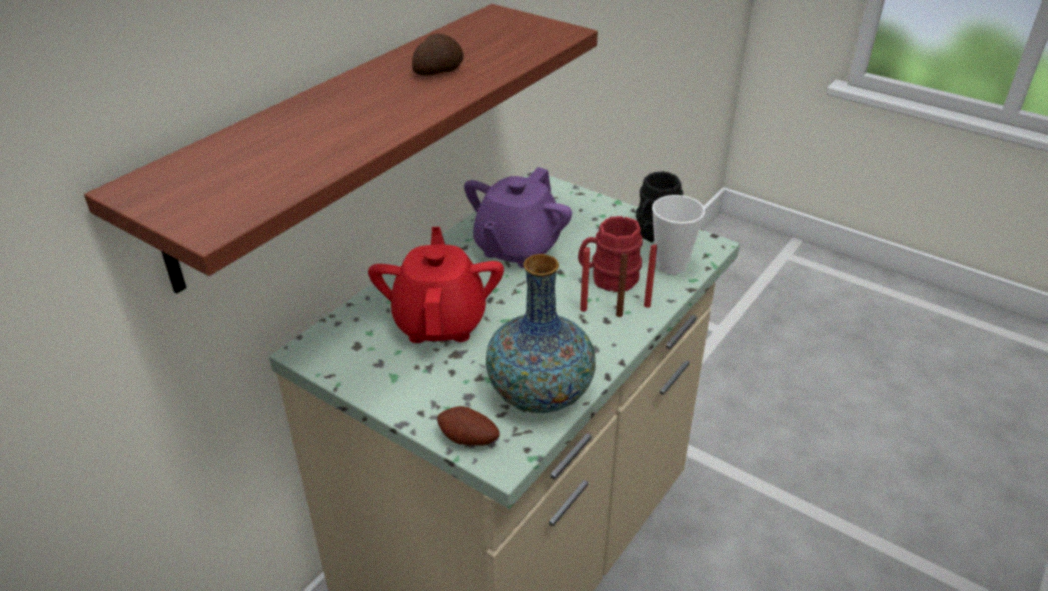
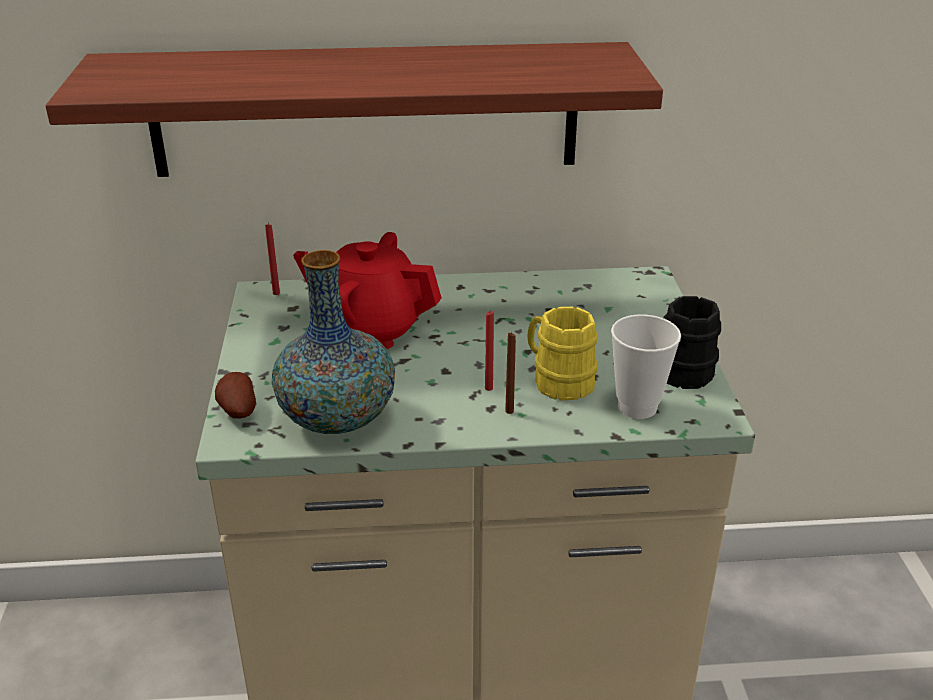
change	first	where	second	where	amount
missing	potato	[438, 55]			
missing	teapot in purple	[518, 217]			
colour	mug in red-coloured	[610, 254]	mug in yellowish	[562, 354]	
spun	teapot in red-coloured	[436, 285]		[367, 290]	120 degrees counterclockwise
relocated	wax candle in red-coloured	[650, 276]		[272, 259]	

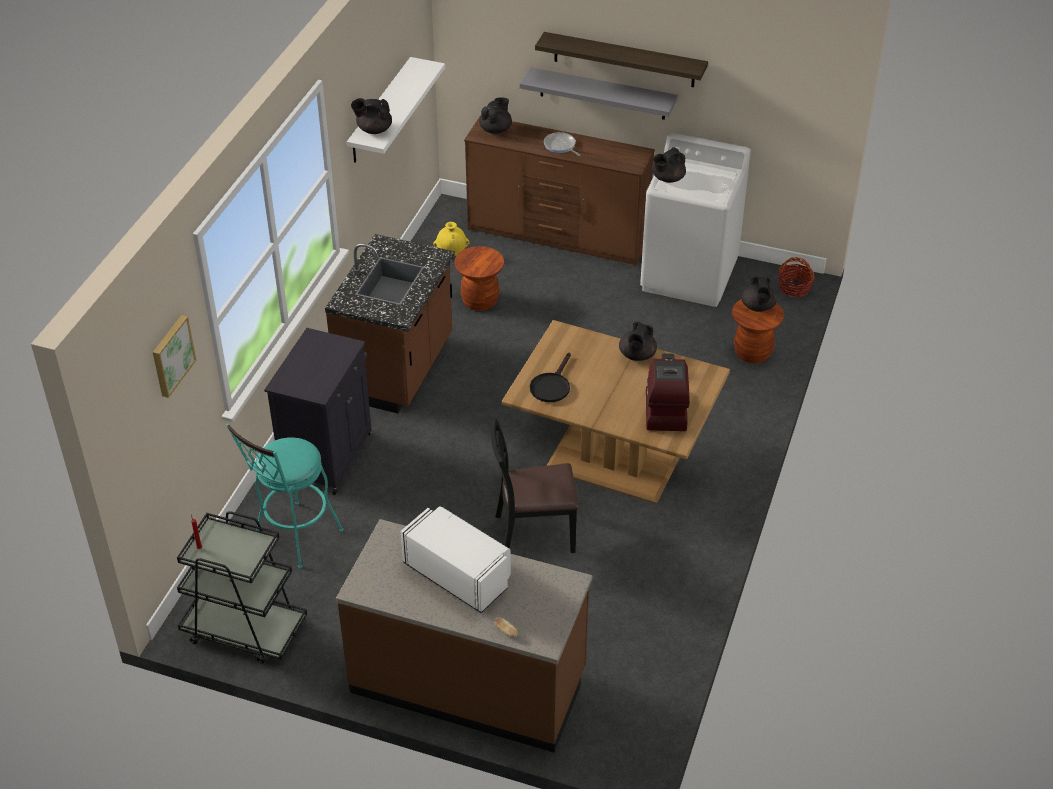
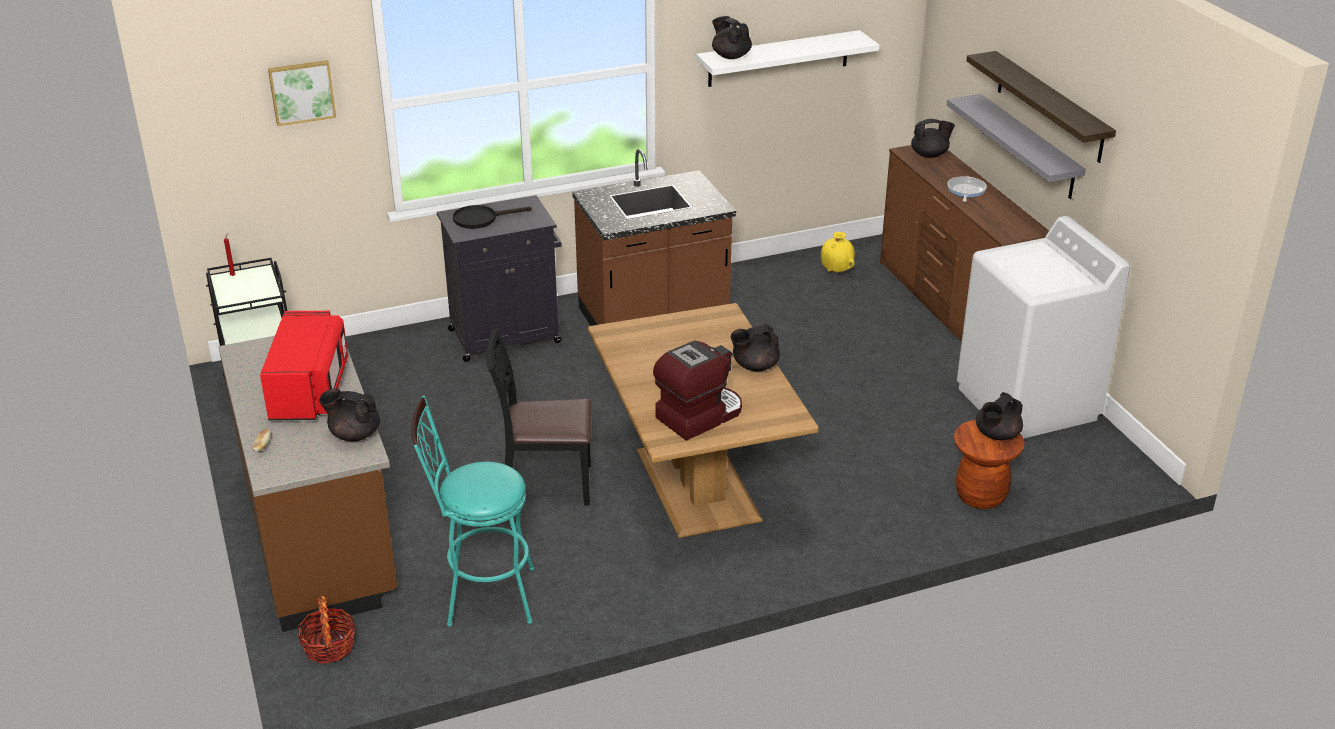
change	first	where	second	where	amount
relocated	teapot in black	[669, 165]		[349, 414]	
missing	sitting stool in brown	[479, 278]			
relocated	storage basket	[796, 277]		[326, 630]	
relocated	skillet in black	[550, 377]		[492, 217]	
spun	chair in black	[534, 485]		[538, 417]	45 degrees counterclockwise
relocated	sitting stool in turquoise	[285, 495]		[473, 511]	
colour	microwave in white-coloured	[456, 559]	microwave in red-coloured	[304, 365]	

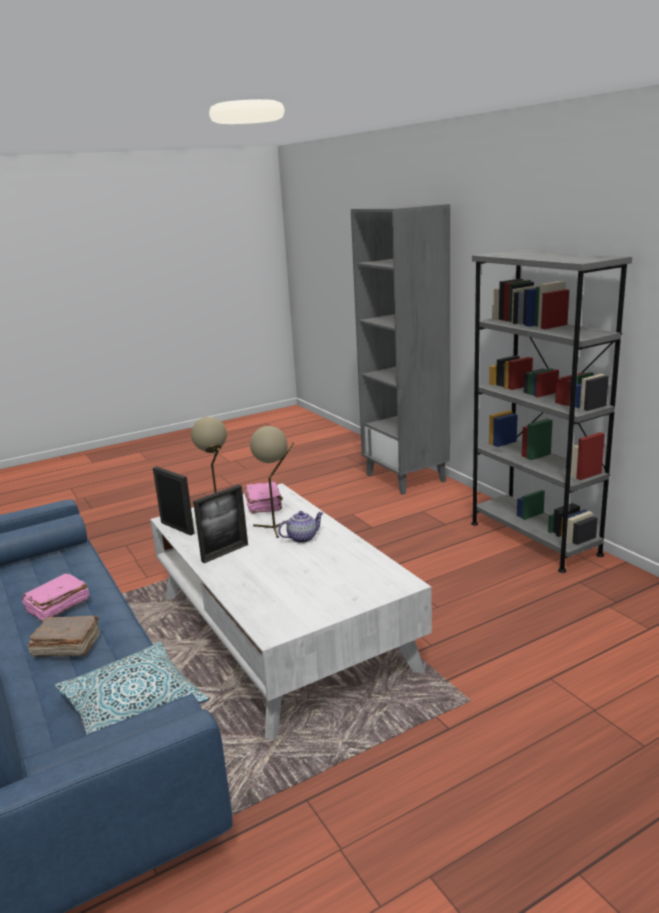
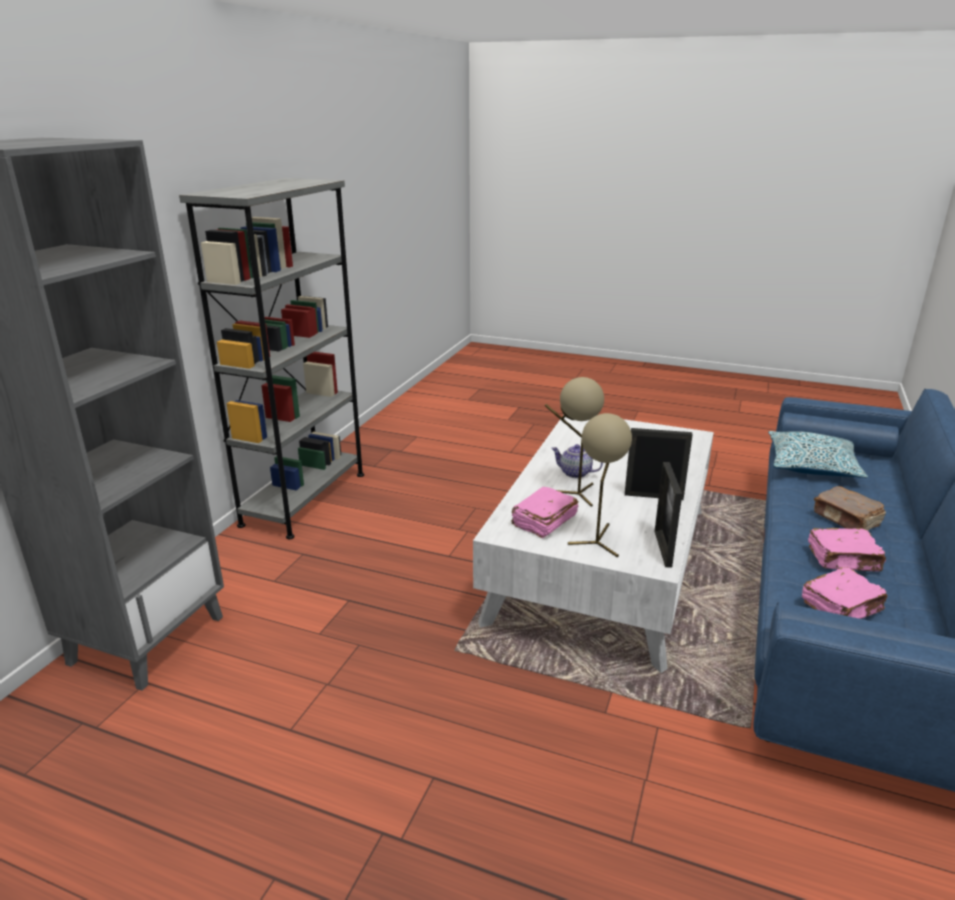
change	first	where	second	where	amount
appeared			book in pink	[844, 593]	

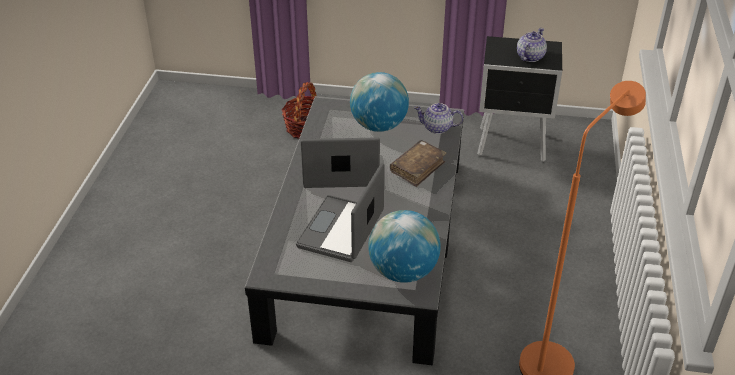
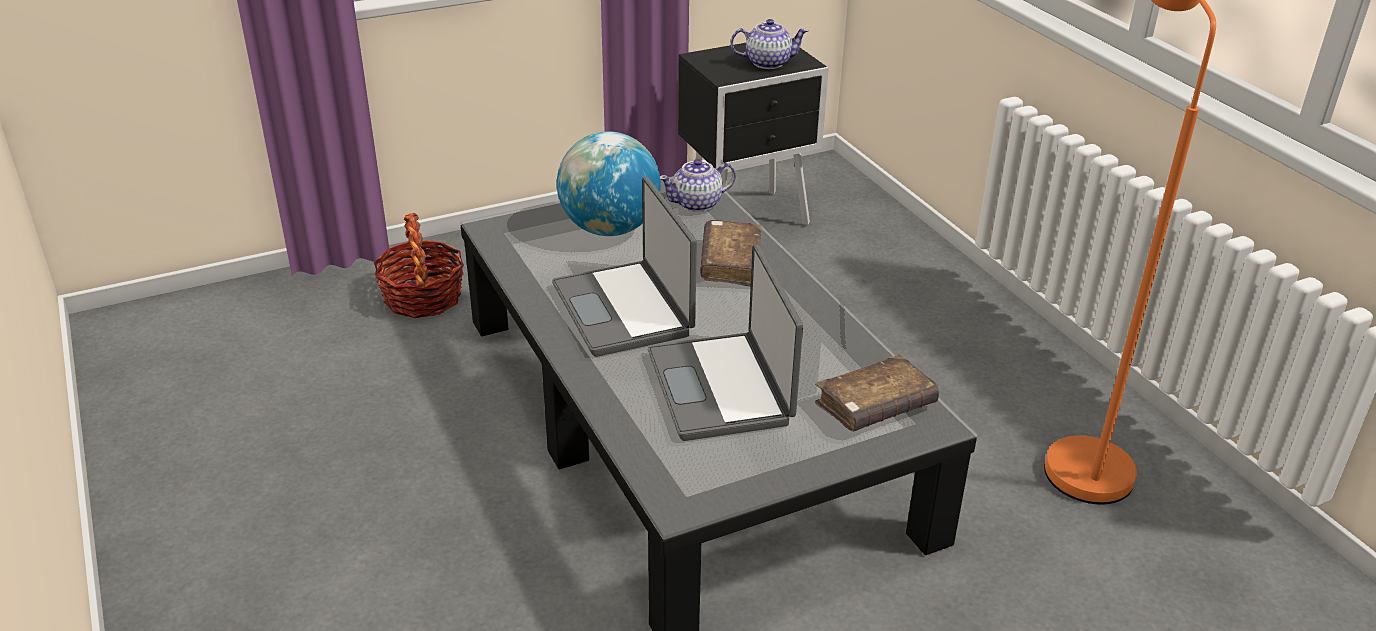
change	first	where	second	where	amount
spun	teapot	[532, 45]		[769, 44]	90 degrees clockwise
spun	portable computer	[340, 162]		[624, 267]	75 degrees counterclockwise
exchanged	globe	[404, 246]	book in brown	[877, 392]	

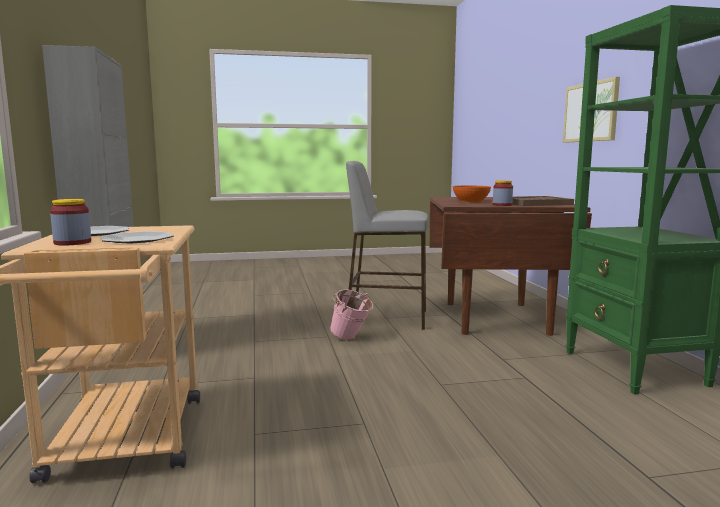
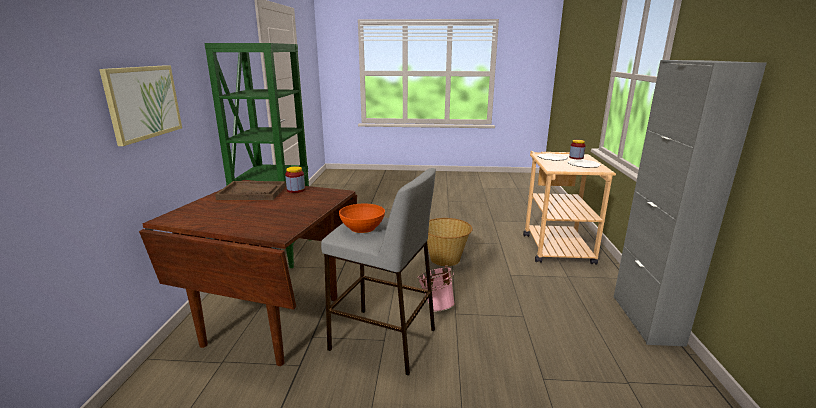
change	first	where	second	where	amount
relocated	serving bowl in orange-coloured	[472, 194]		[362, 218]	
appeared			storage basket	[449, 242]	

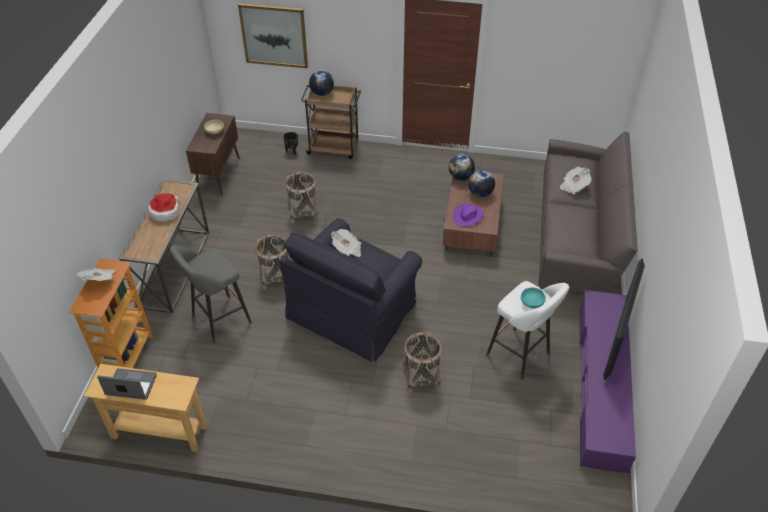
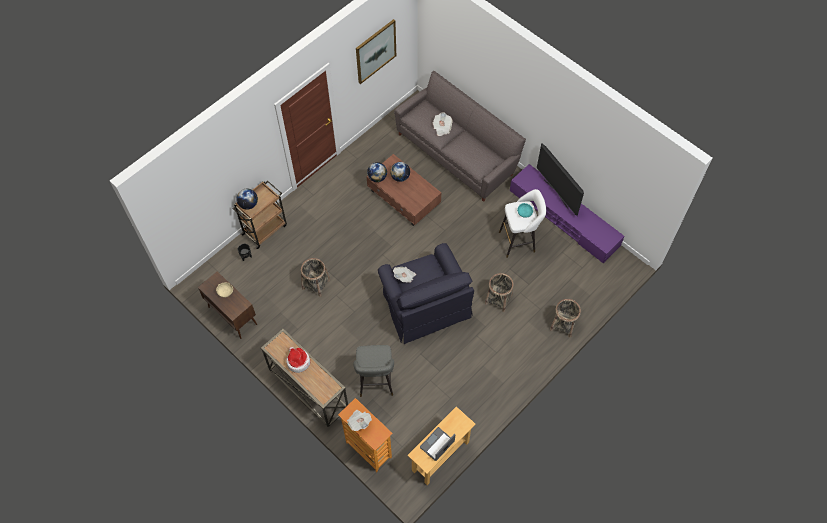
change	first	where	second	where	amount
relocated	wall art	[273, 35]		[376, 51]	
missing	clothing hat in purple	[468, 215]			
relocated	storage basket	[271, 262]		[565, 318]	

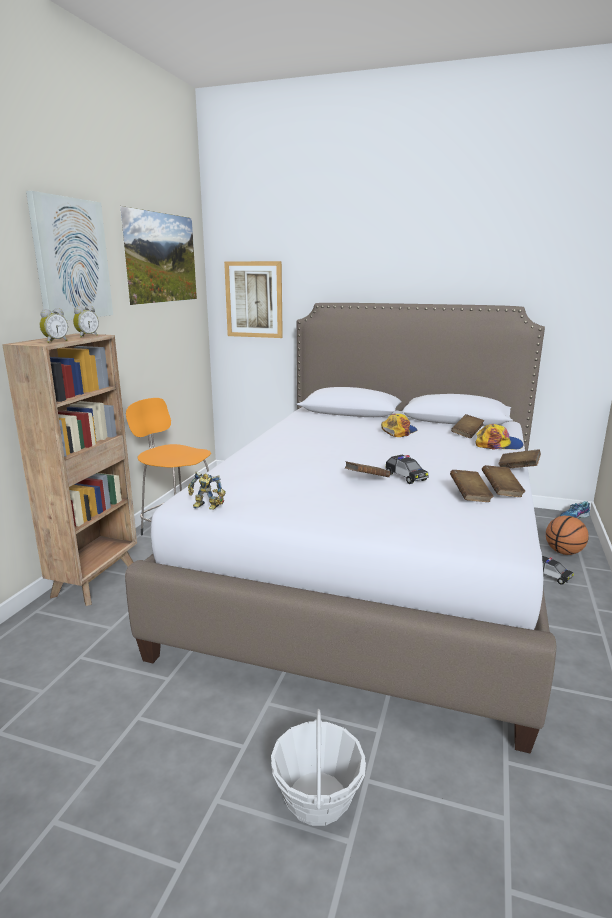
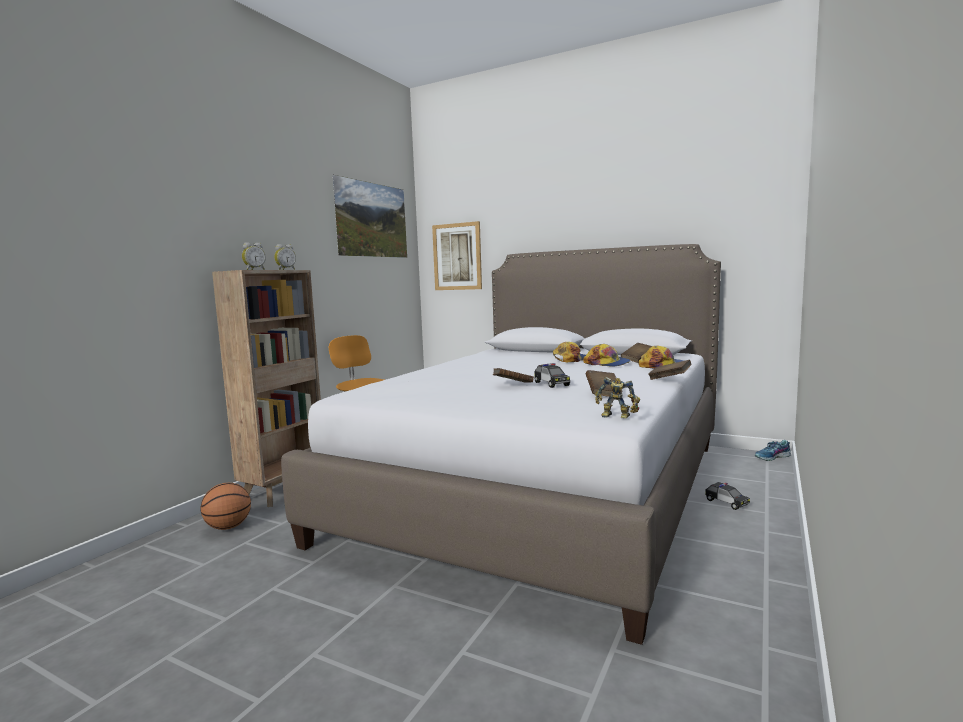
change	first	where	second	where	amount
missing	wall art	[69, 255]			
missing	book in brown	[503, 481]			
relocated	robot figure	[207, 490]		[617, 398]	
relocated	basketball ball	[567, 535]		[226, 506]	
missing	storage basket	[318, 767]			
appeared			baseball cap	[607, 355]	

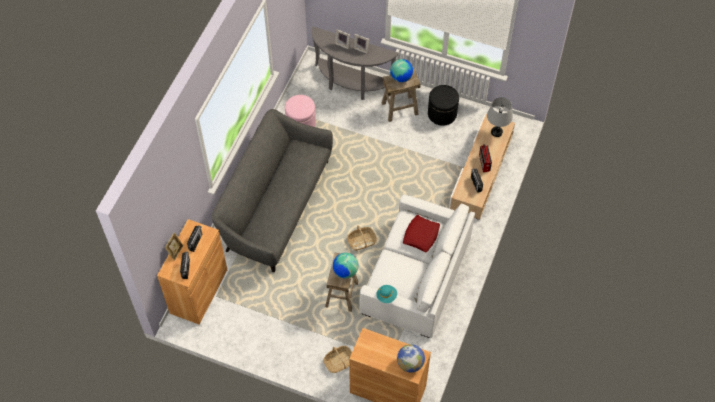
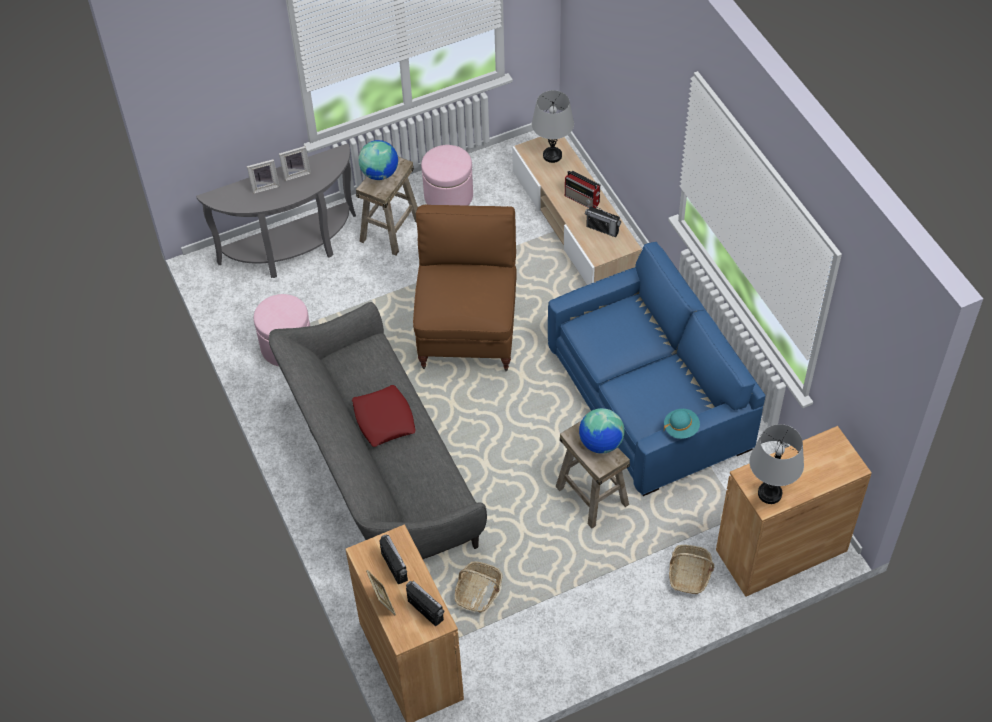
change	first	where	second	where	amount
colour	footrest in black	[443, 105]	footrest in pink	[447, 175]	
colour	sofa in white-coloured	[417, 266]	sofa in bluish	[657, 369]	
relocated	throw pillow in red-coloured	[421, 233]		[384, 416]	
relocated	storage basket	[362, 238]		[478, 587]	
missing	globe	[411, 358]			
appeared			easy chair in brown	[465, 288]	
appeared			lamp for a table in greyish	[776, 464]	

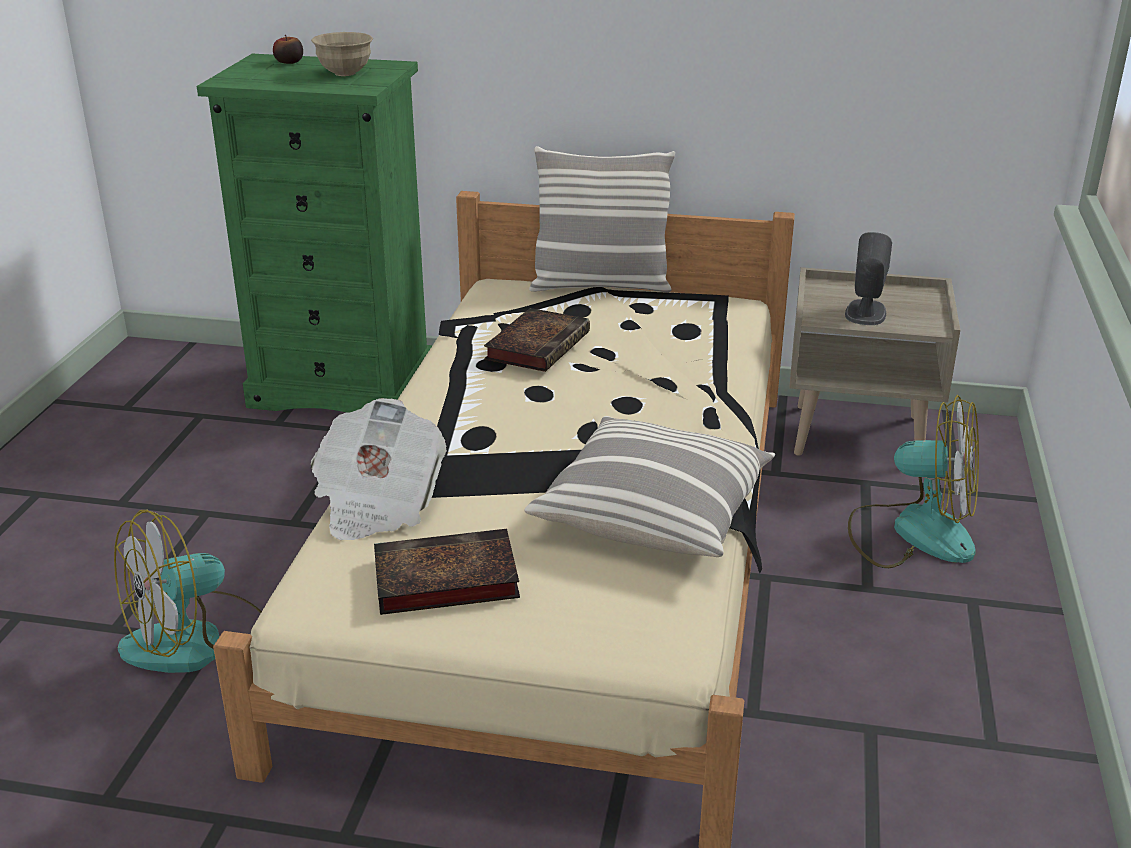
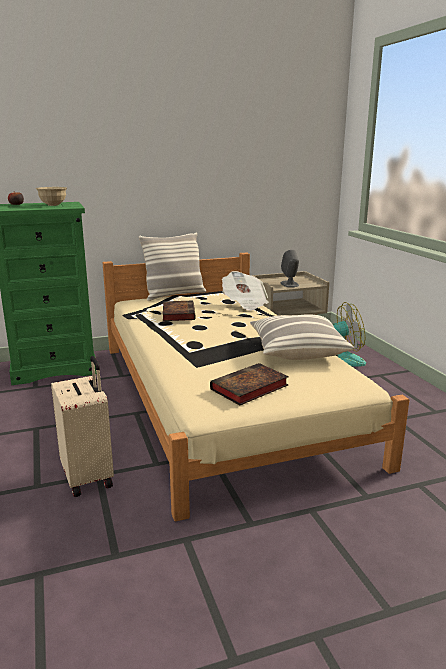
change	first	where	second	where	amount
relocated	printed paper	[378, 469]		[245, 291]	
exchanged	fan	[188, 591]	travel case in beige-coloured	[82, 426]	

